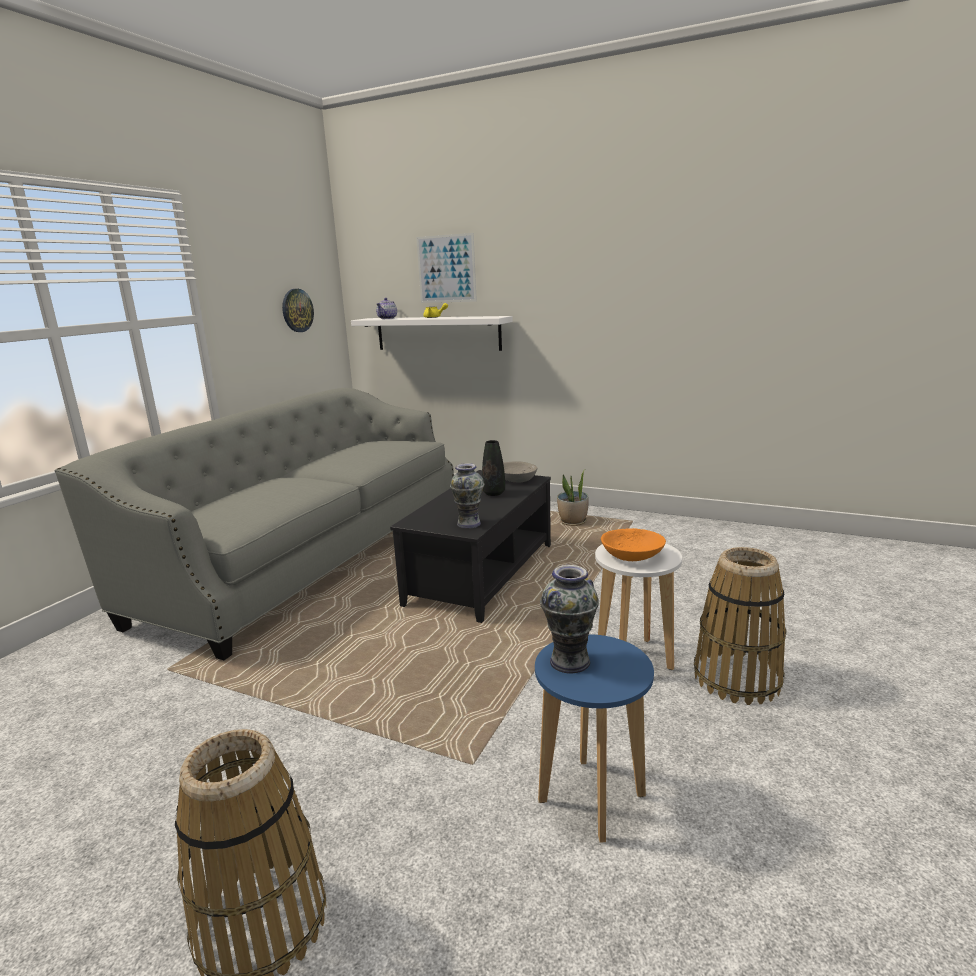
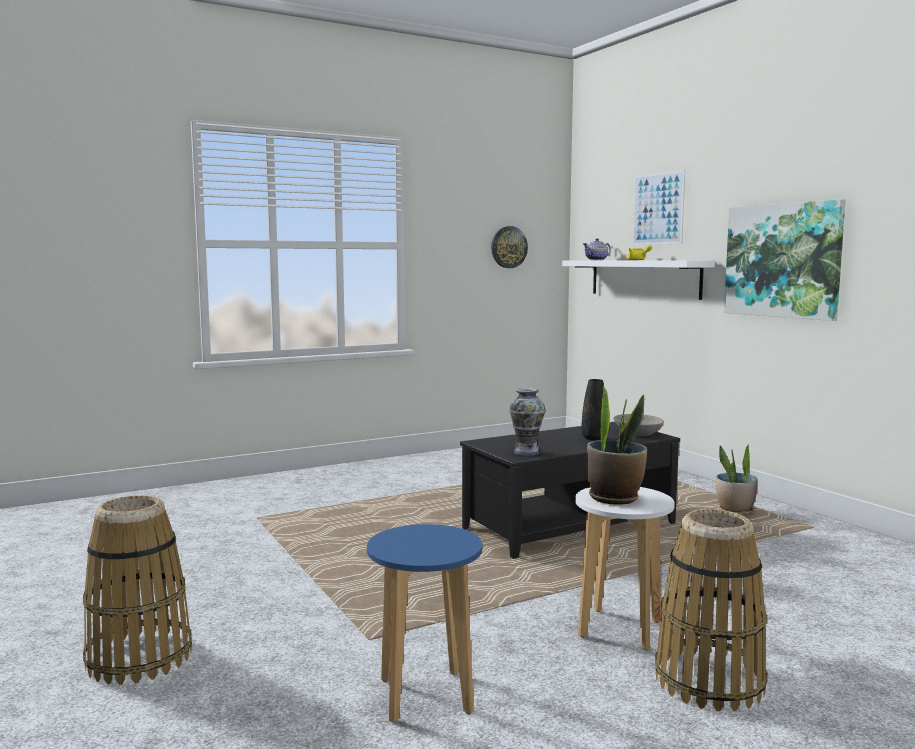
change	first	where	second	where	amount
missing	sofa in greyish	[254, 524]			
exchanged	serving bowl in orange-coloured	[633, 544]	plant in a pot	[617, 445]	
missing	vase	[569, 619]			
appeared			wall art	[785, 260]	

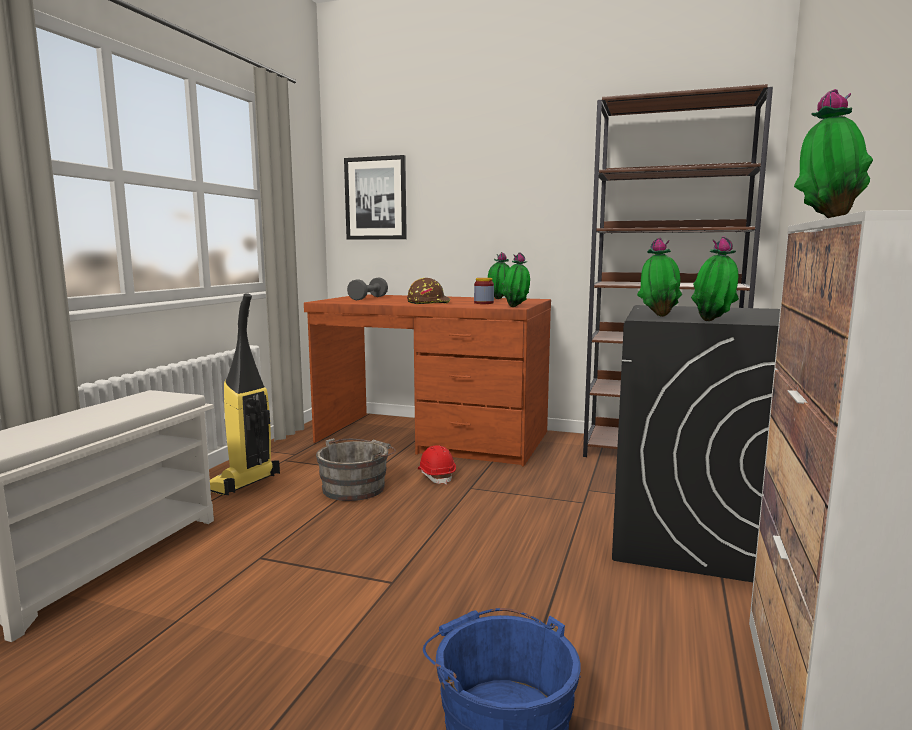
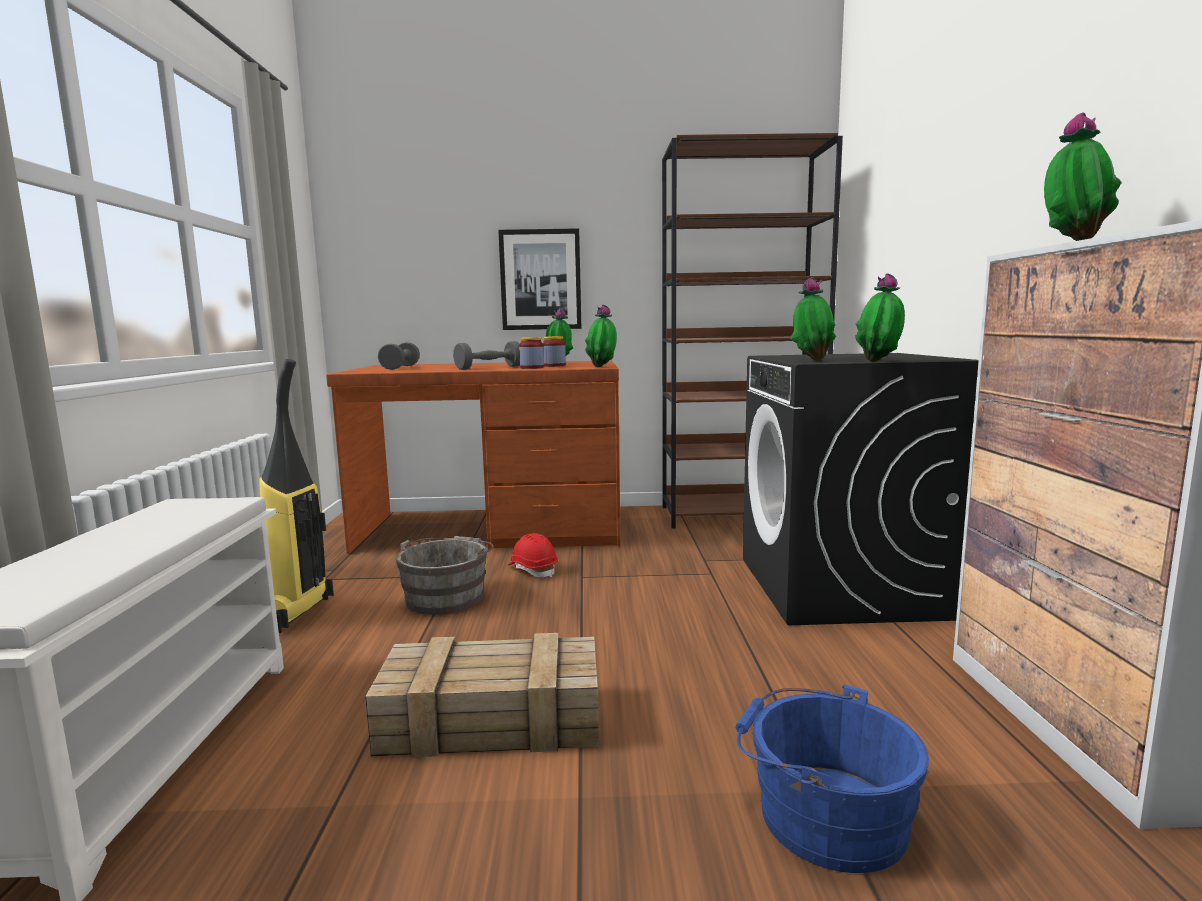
change	first	where	second	where	amount
relocated	wall art	[375, 197]		[539, 279]	
exchanged	work helmet in brown	[429, 291]	free weight in greyish	[486, 355]	
appeared			preserve jar	[531, 353]	
appeared			crate	[482, 695]	

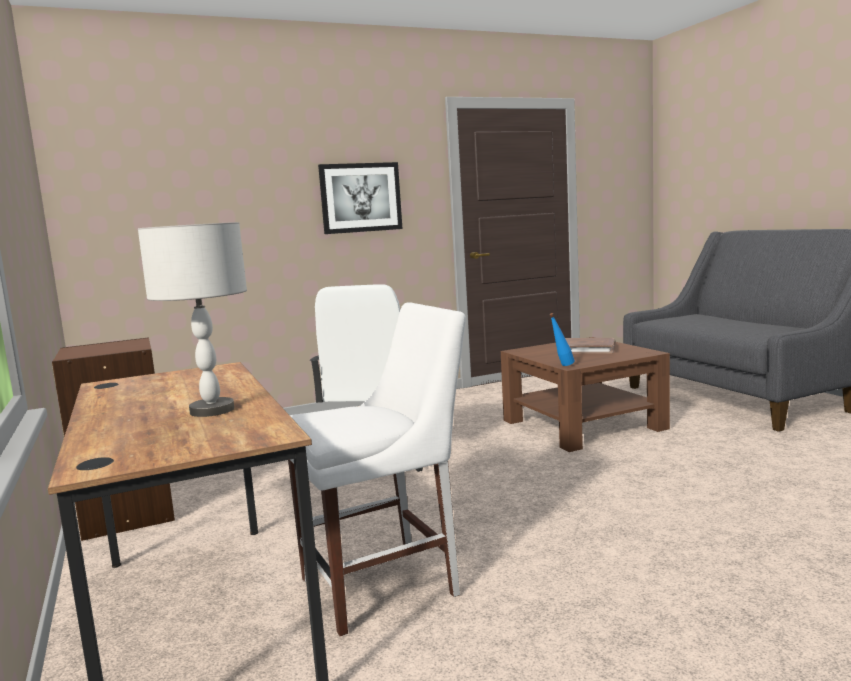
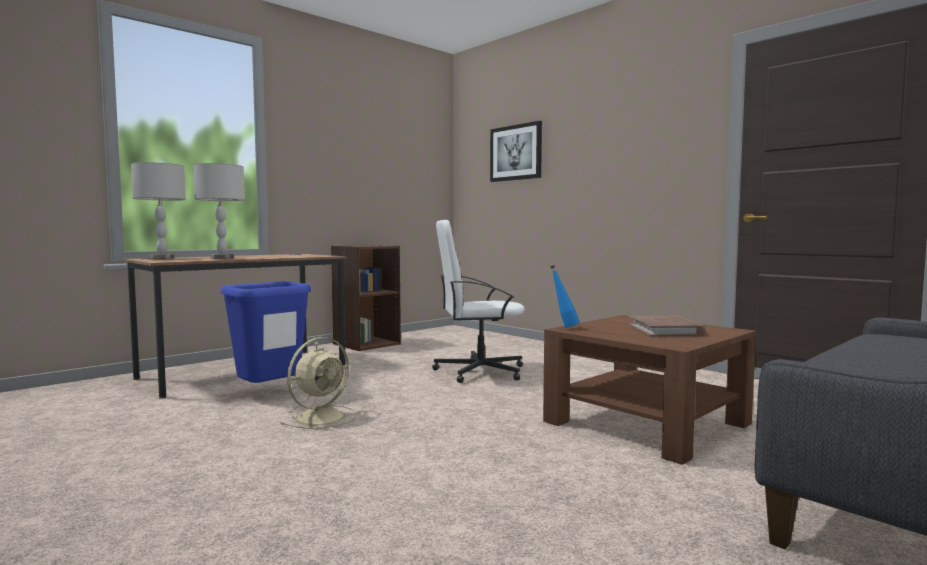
change	first	where	second	where	amount
relocated	wall art	[360, 198]		[516, 151]	
exchanged	chair in white-coloured	[377, 469]	trash can in bluish	[266, 332]	
appeared			lamp for a table in greyish	[158, 210]	
appeared			fan in beige-coloured	[319, 383]	

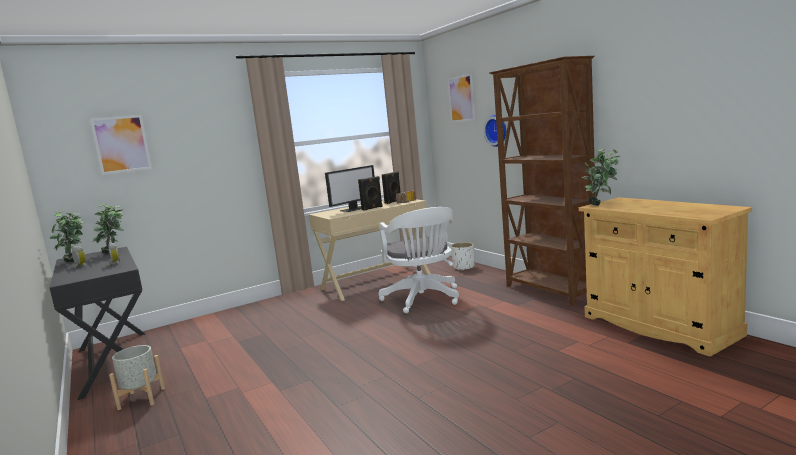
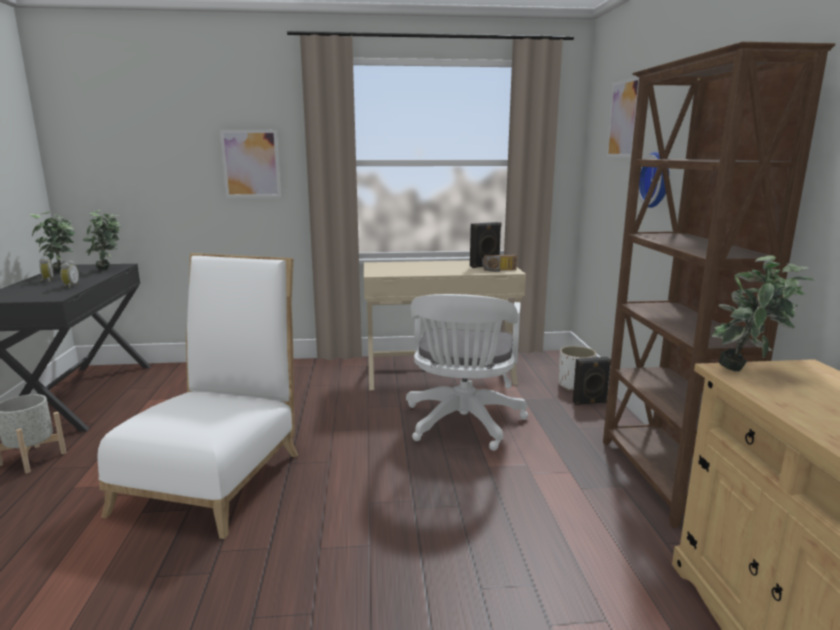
change	first	where	second	where	amount
relocated	wall art	[121, 145]		[250, 163]	
missing	computer display	[350, 188]			
relocated	audio speaker in black	[370, 193]		[592, 381]	
appeared			chair in white-coloured	[197, 396]	

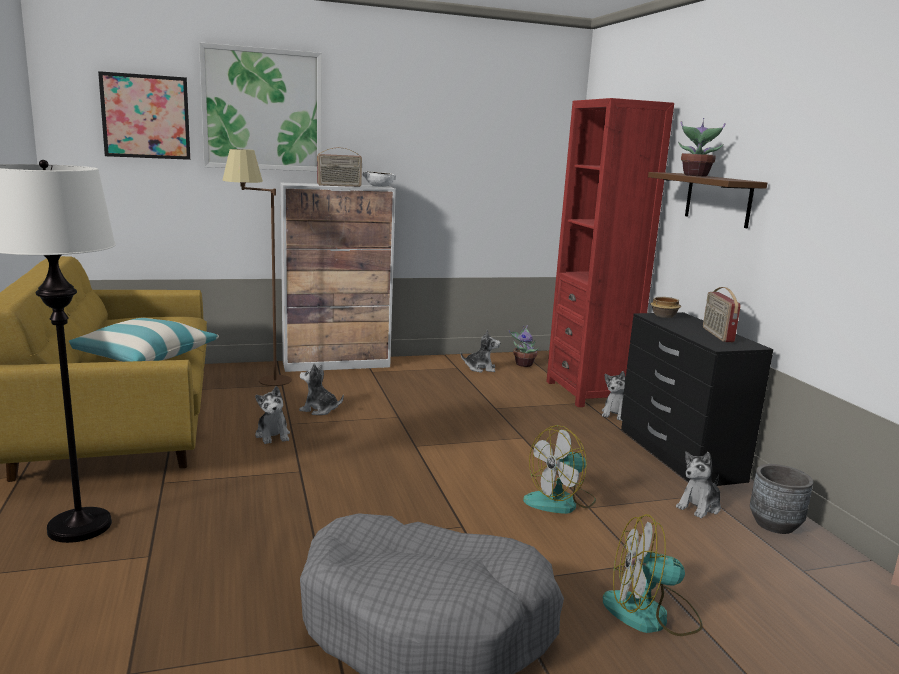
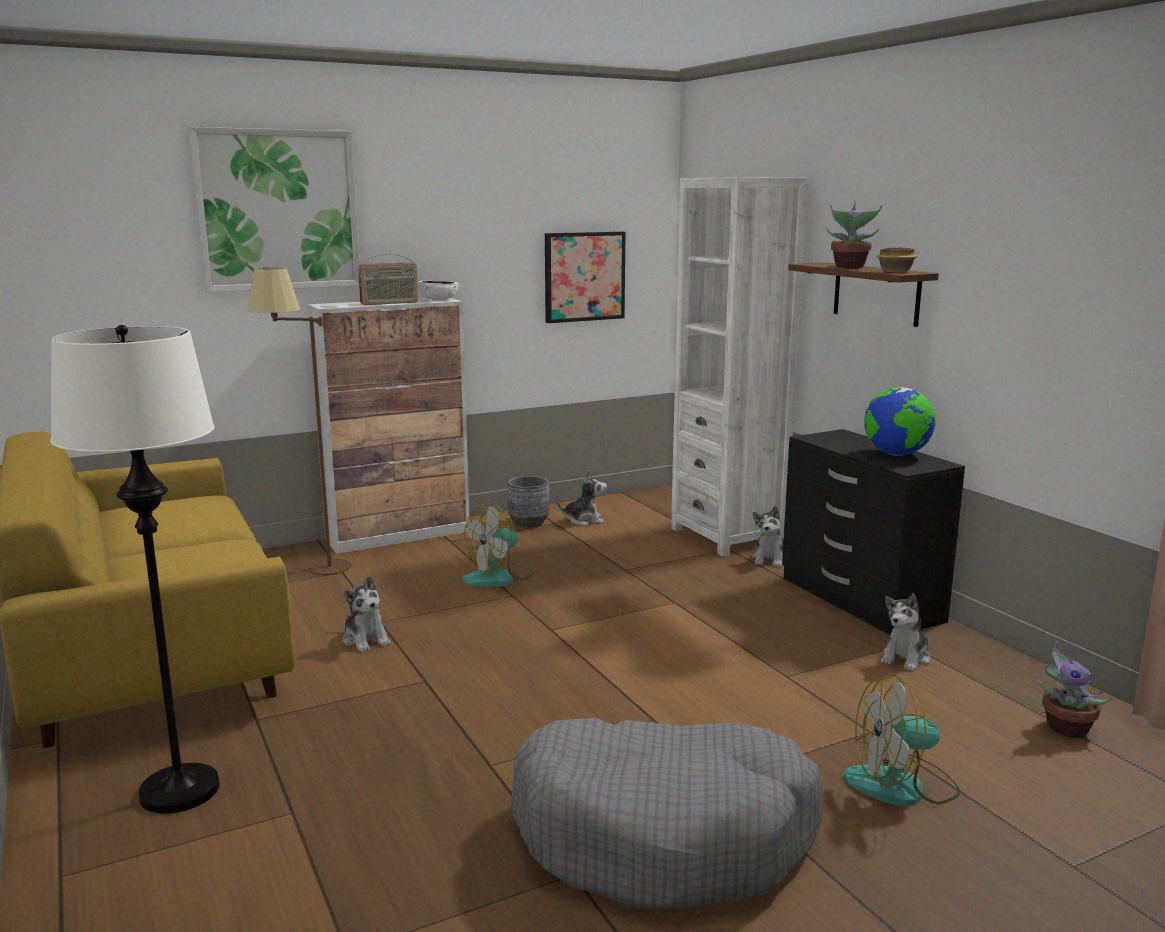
change	first	where	second	where	amount
relocated	wall art	[144, 115]		[585, 277]	
colour	bookcase in red-coloured	[610, 252]	bookcase in white-coloured	[739, 366]	
exchanged	radio receiver	[722, 314]	globe	[900, 421]	
relocated	serving bowl	[665, 307]		[896, 259]	
missing	throw pillow	[144, 340]			
relocated	plant in a pot	[524, 346]		[1075, 689]	
missing	cuddly toy	[321, 389]			
relocated	fan	[559, 469]		[498, 545]	
relocated	plant pot in greyish	[781, 499]		[529, 502]	

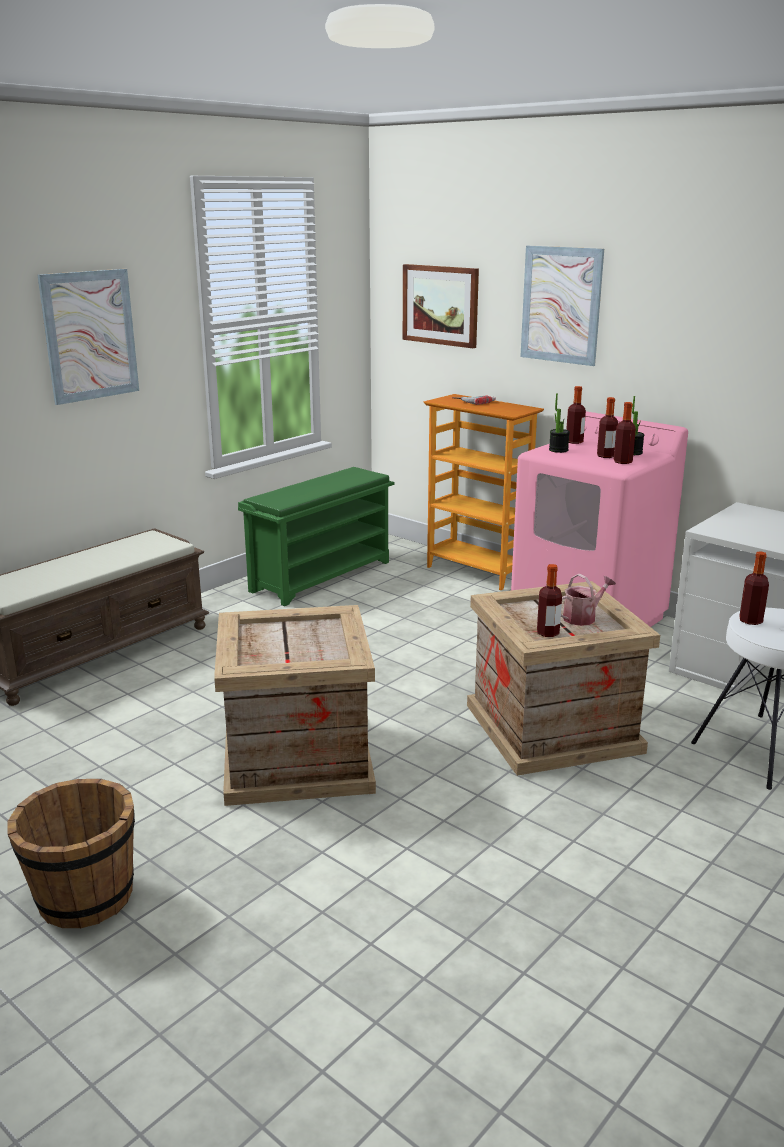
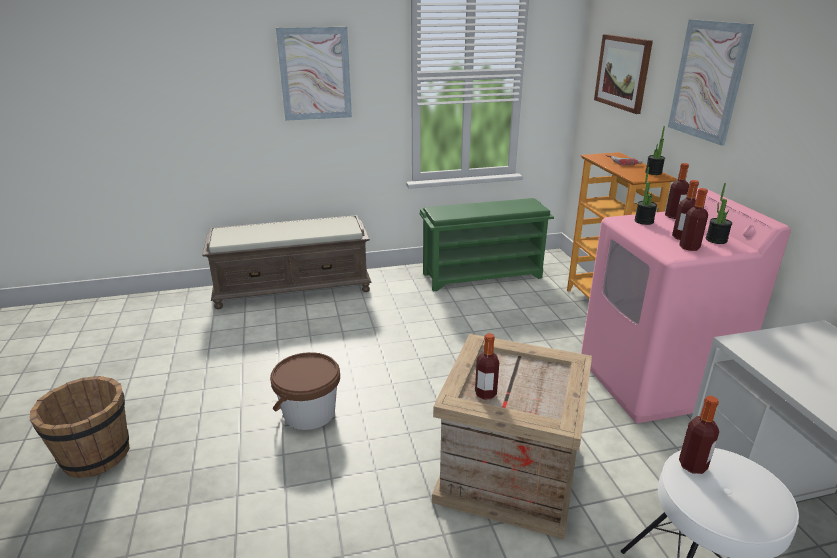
change	first	where	second	where	amount
missing	sprinkling can	[588, 600]			
exchanged	crate	[295, 705]	pail in brown	[305, 391]	
appeared			plant in a pot	[655, 150]	

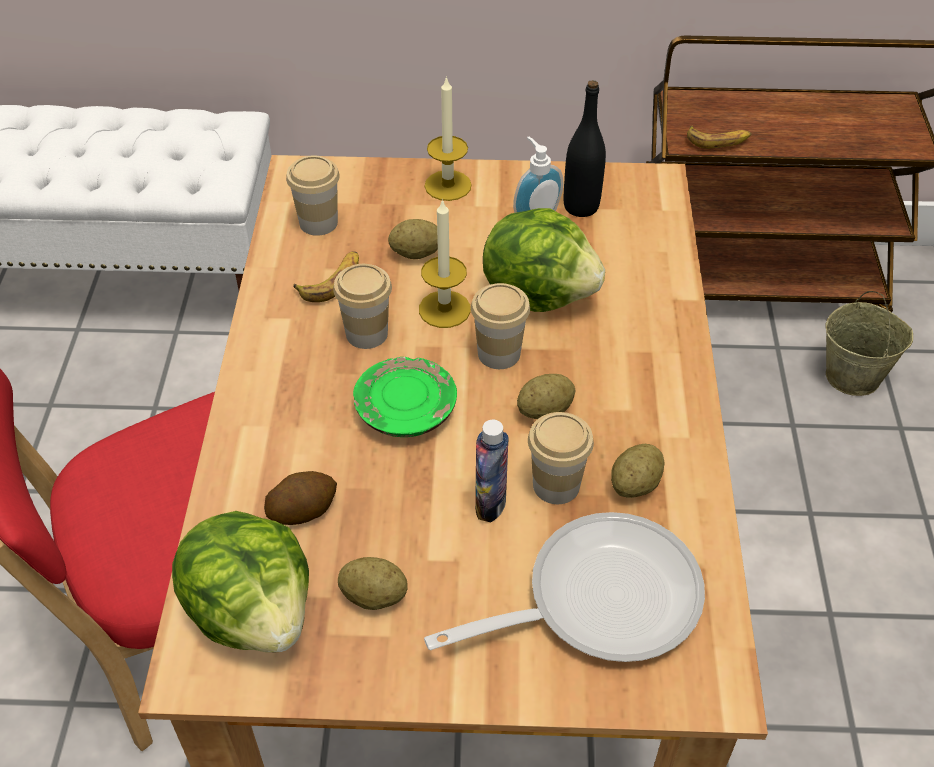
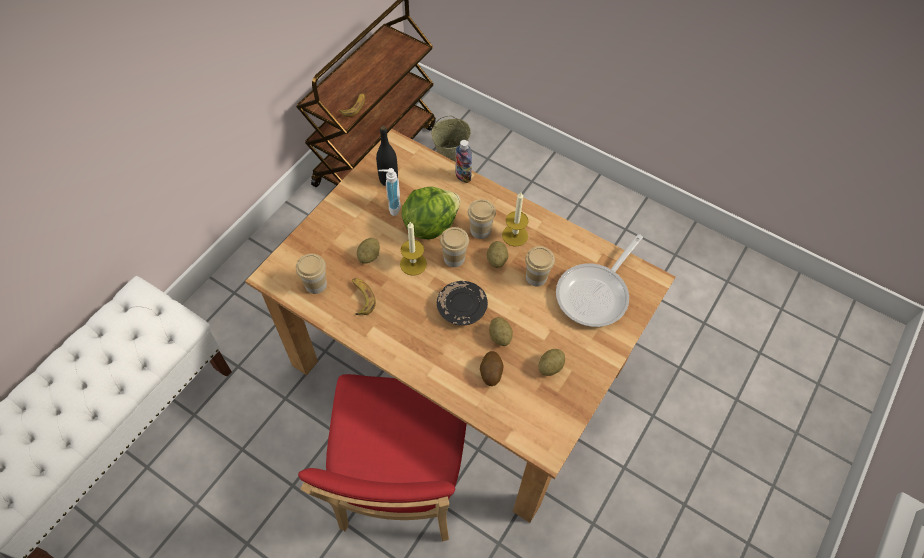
change	first	where	second	where	amount
relocated	wax candle	[448, 138]		[515, 219]	
relocated	cup	[362, 306]		[482, 219]	
colour	dinner plate in green	[405, 397]	dinner plate in black	[462, 303]	
relocated	bottle	[492, 471]		[464, 161]	
relocated	potato	[637, 471]		[501, 331]	
missing	lettuce head	[240, 582]			
spun	skillet	[564, 587]		[599, 280]	150 degrees counterclockwise

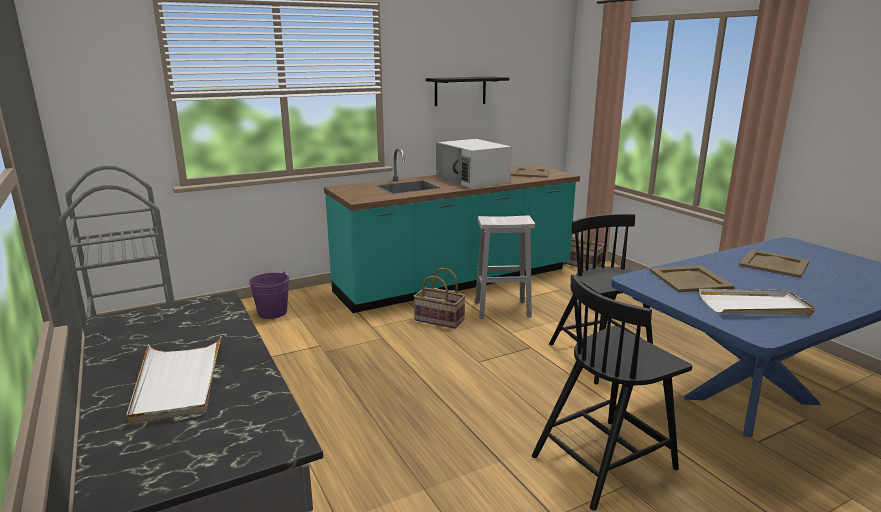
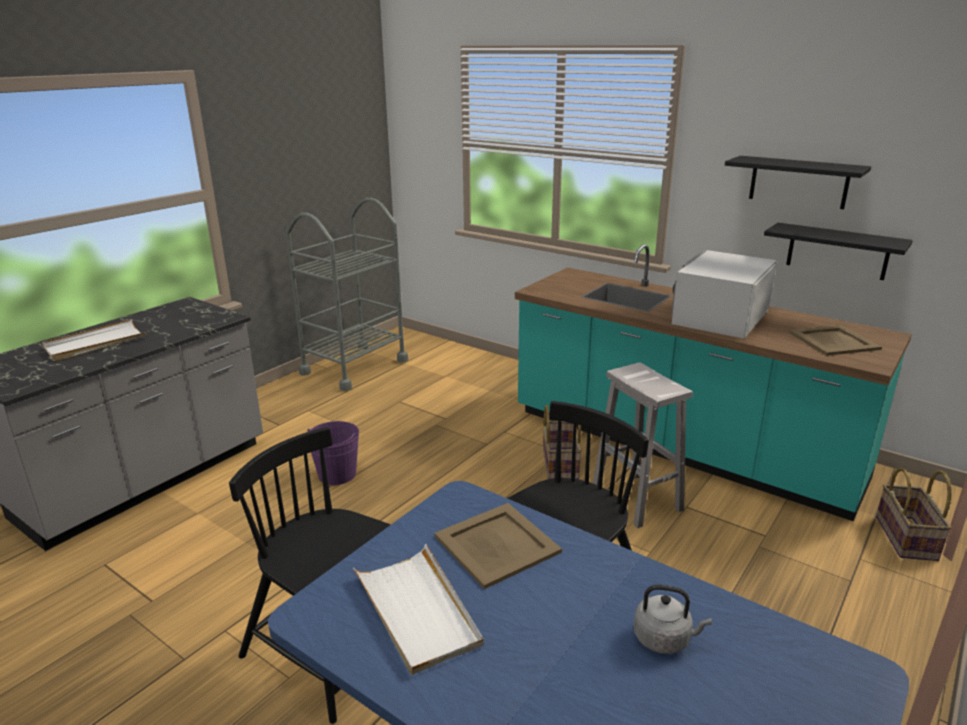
change	first	where	second	where	amount
exchanged	carrying tray in beige-coloured	[774, 263]	kettle in greyish	[673, 619]	
relocated	pail in purple	[269, 295]		[333, 453]	
appeared			shelf in black	[838, 251]	

